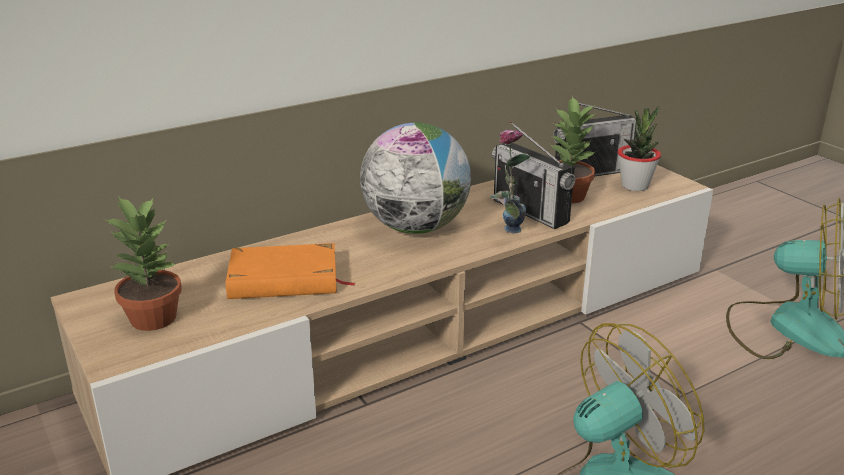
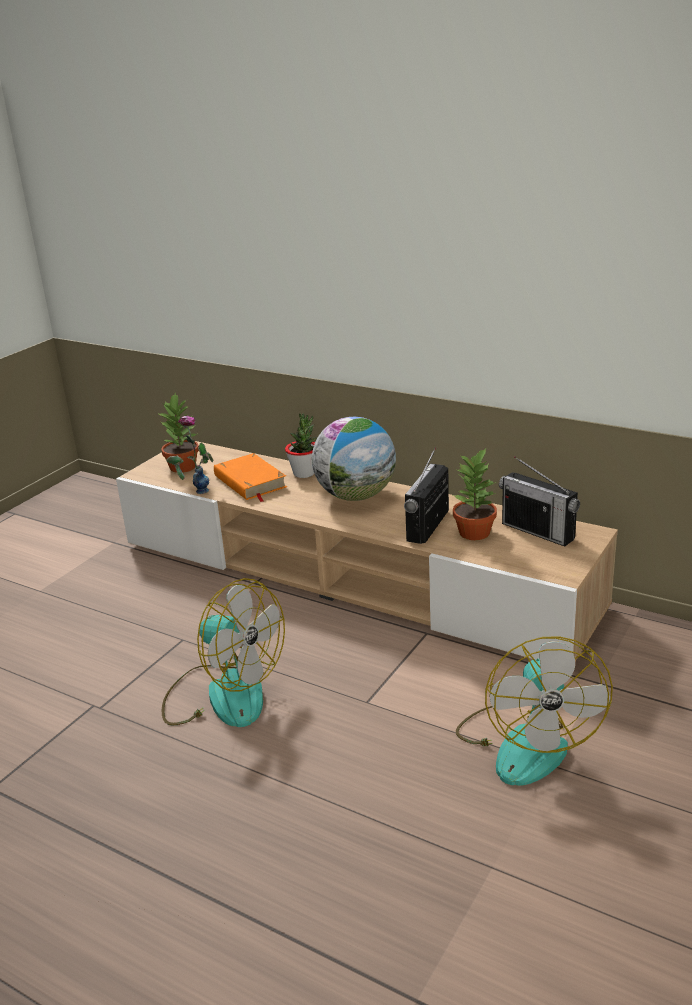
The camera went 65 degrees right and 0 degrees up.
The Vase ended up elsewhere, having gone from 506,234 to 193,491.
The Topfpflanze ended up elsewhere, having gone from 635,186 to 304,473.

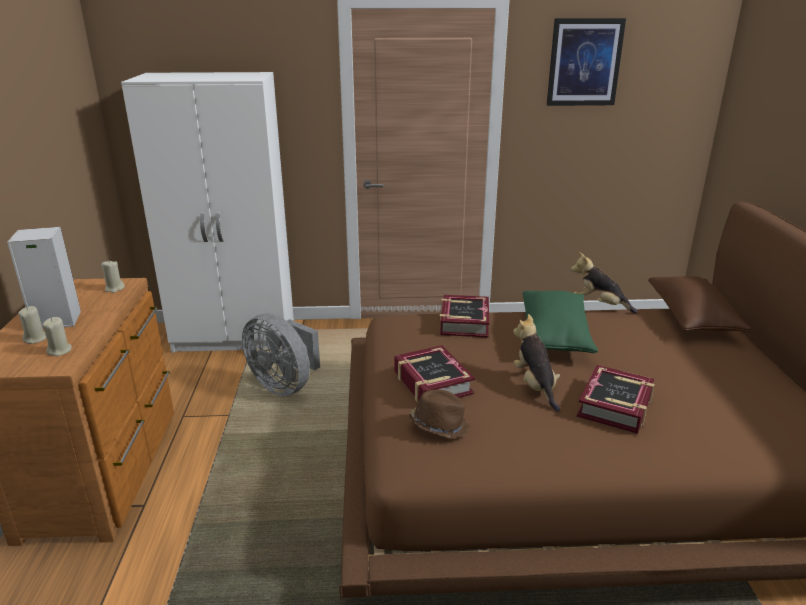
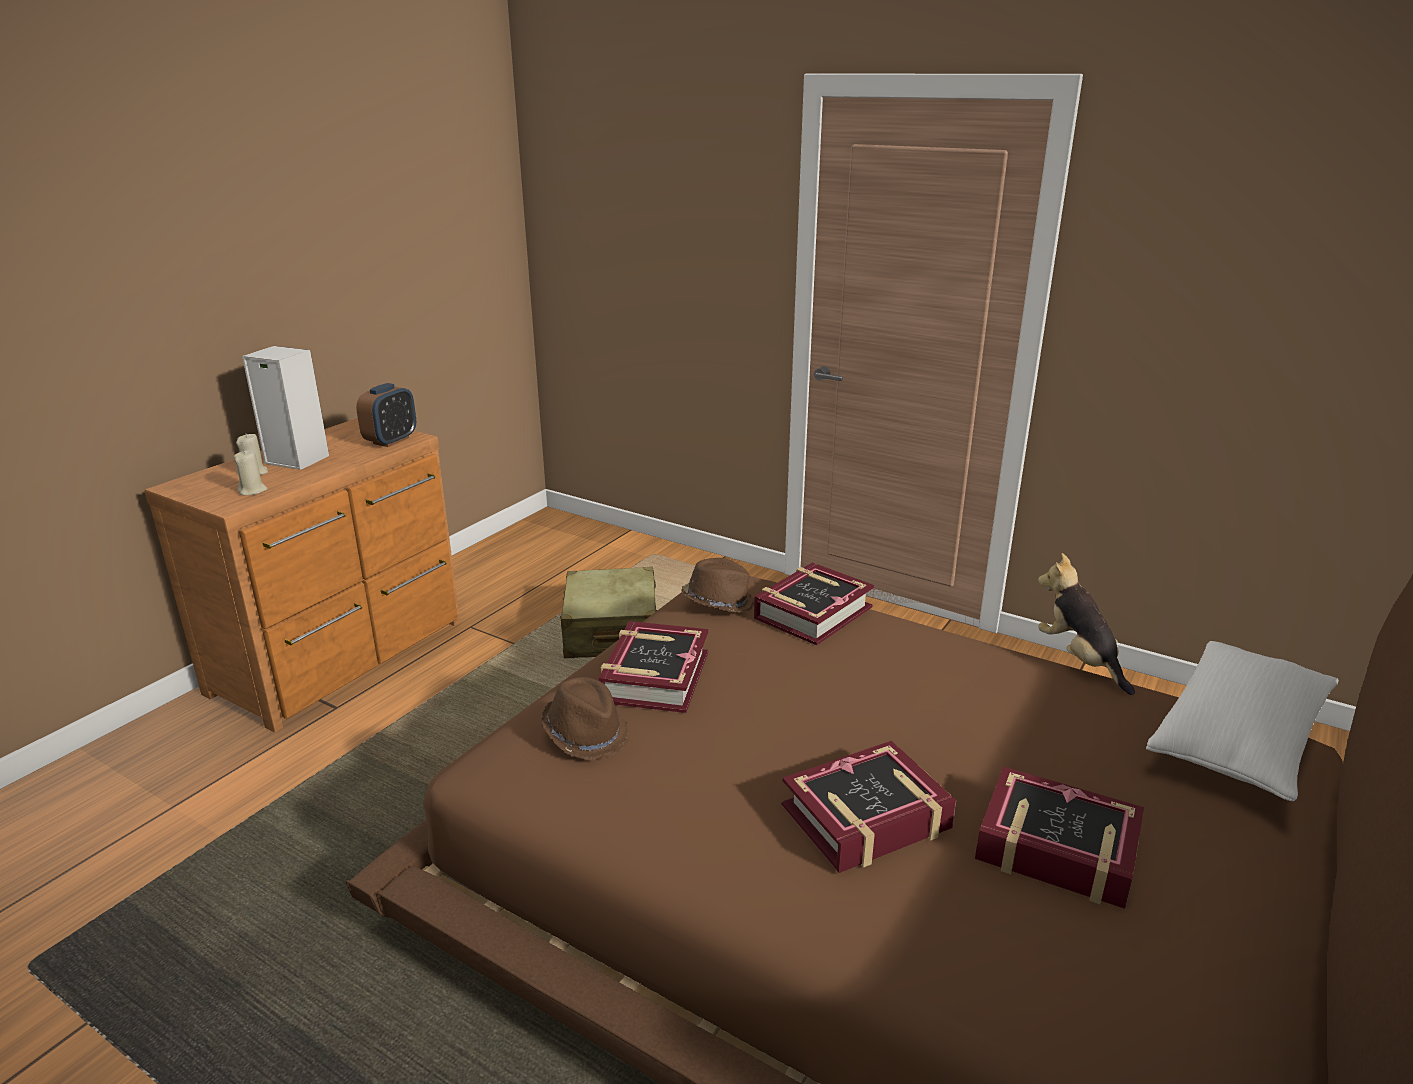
The camera went 35 degrees right and 0 degrees up.
Where the Kerze [beige] stood at 114,289, the Wecker came to stand at 391,441.
The second view lost the Kleiderschrank [weiß] at 236,337.
Where the Ventilator [grau] stood at 284,385, the Koffer [beige] came to stand at 611,631.
The second view lost the Plüschtier at 535,386.
The second view lost the Kissen [grün] at 555,335.
The second view lost the Bild at 584,62.
What was the Kissen [braun] at 692,318 turned into the Kissen [weiß] at 1238,741.
The second view gained the Hut [braun] at 718,602.
The second view gained the Buch at 1056,849.

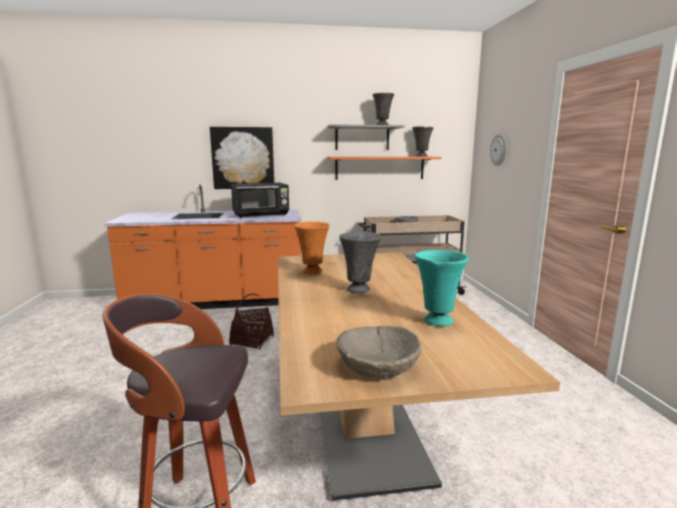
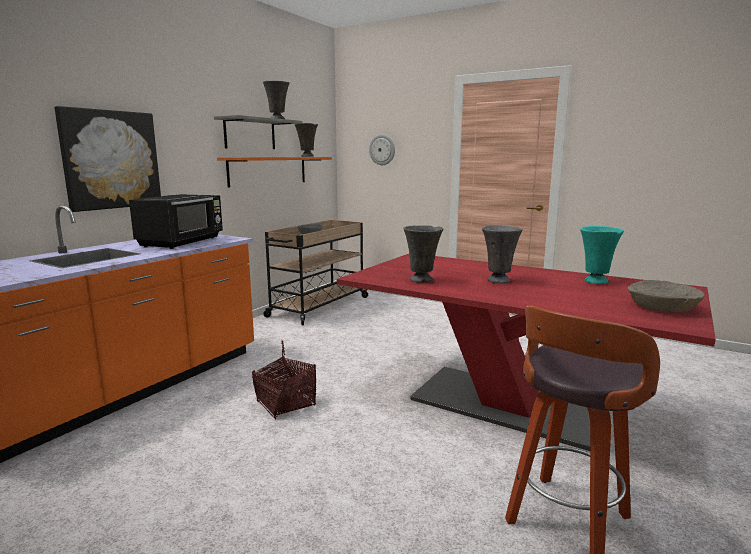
The camera went 50 degrees left and 0 degrees up.
What was the Esstisch [beige] at 364,422 turned into the Esstisch [rot] at 507,405.
What was the Vase [orange] at 312,272 turned into the Vase [grau] at 422,280.

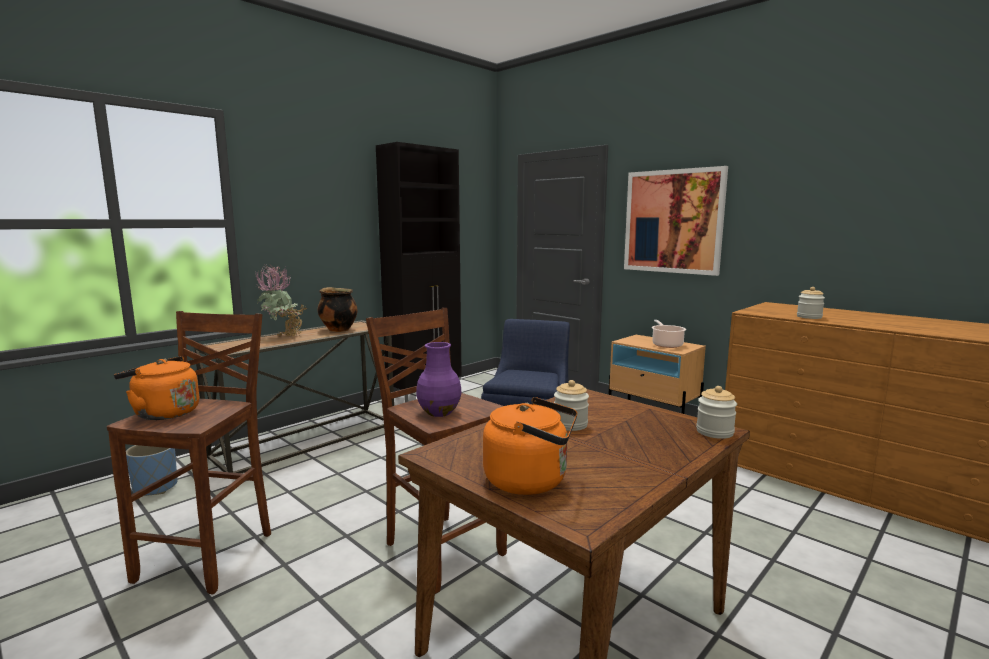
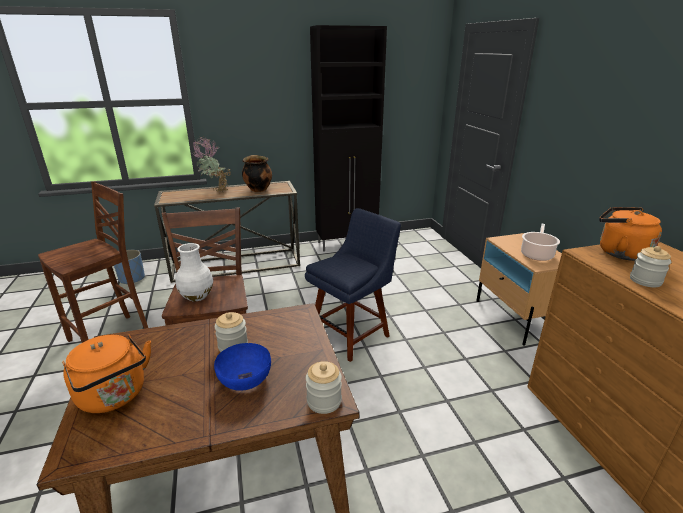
The camera went 30 degrees right and 15 degrees up.
The Wasserkessel [orange] ended up elsewhere, having gone from 163,413 to 619,252.
What was the Vase [lila] at 439,412 turned into the Vase [weiß] at 197,296.
The second view lost the Bild at 673,221.
The second view gained the Schüssel [blau] at 244,379.

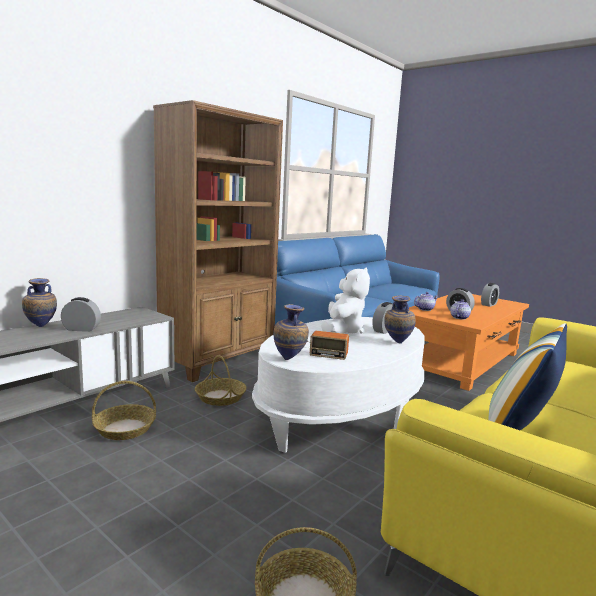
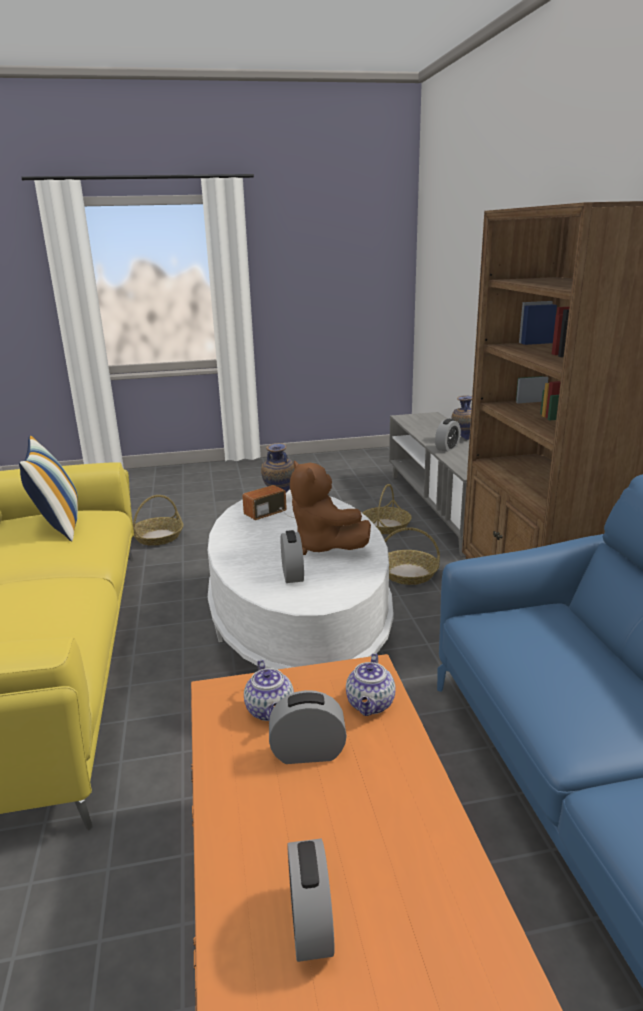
The camera went 130 degrees right and 10 degrees up.
What was the Plüschtier [weiß] at 342,331 turned into the Plüschtier [braun] at 324,546.
The second view lost the Vase at 397,343.

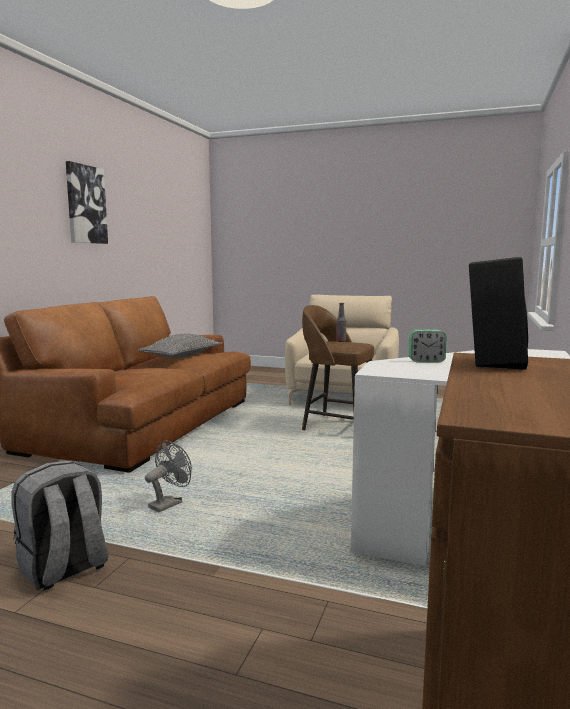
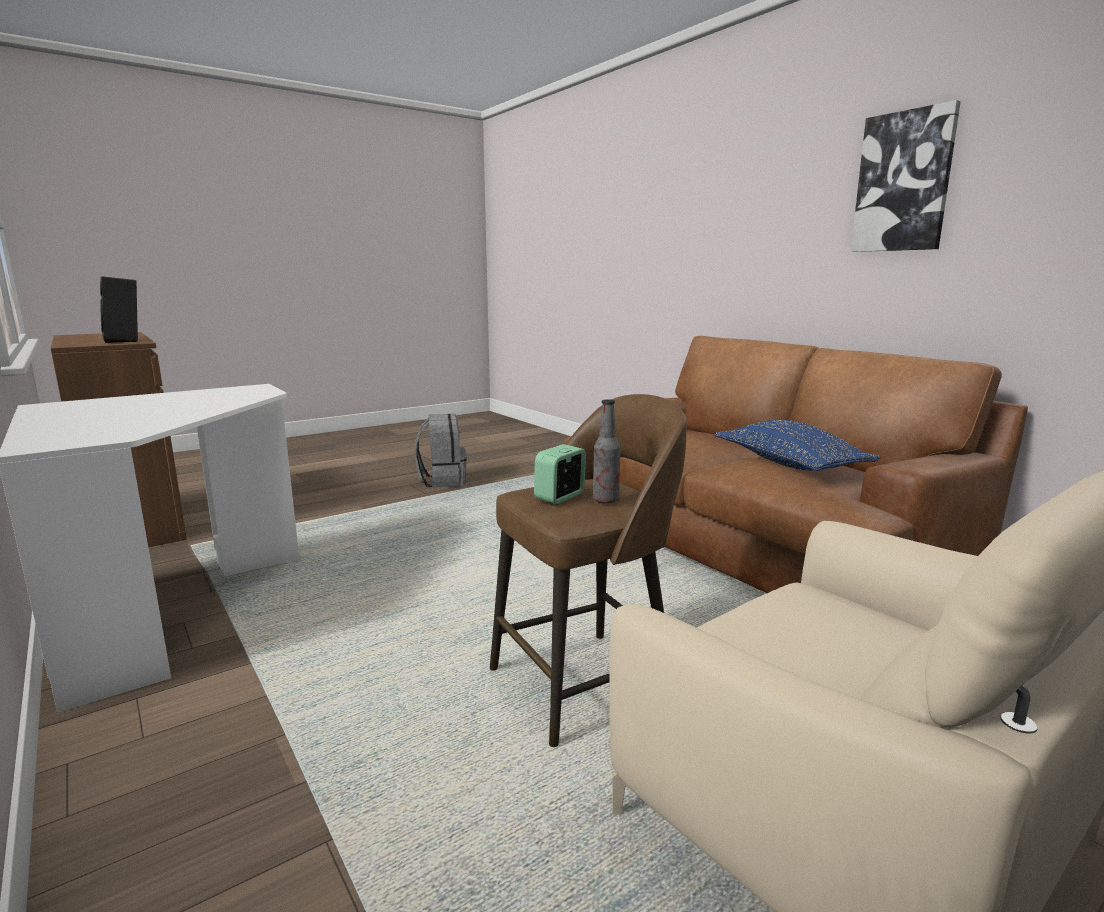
The camera went 125 degrees right and 5 degrees up.
What was the Kissen [grau] at 182,356 turned into the Kissen [blau] at 790,464.
The second view lost the Ventilator [grau] at 169,503.
The Wecker ended up elsewhere, having gone from 426,361 to 560,497.

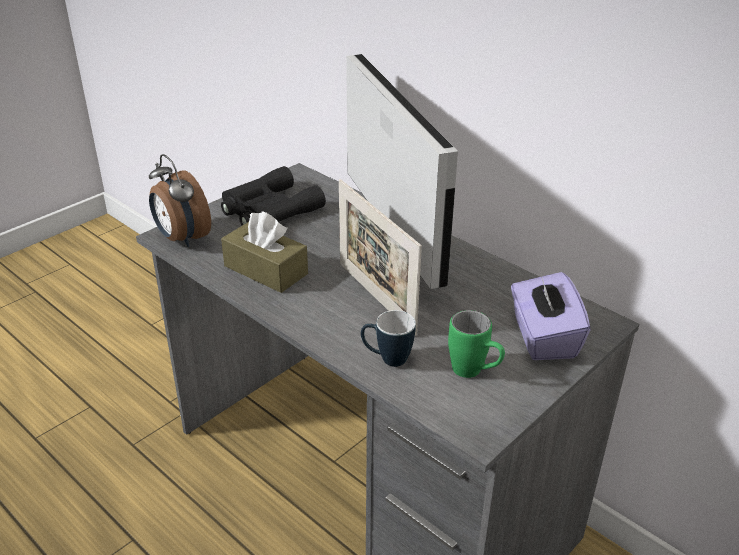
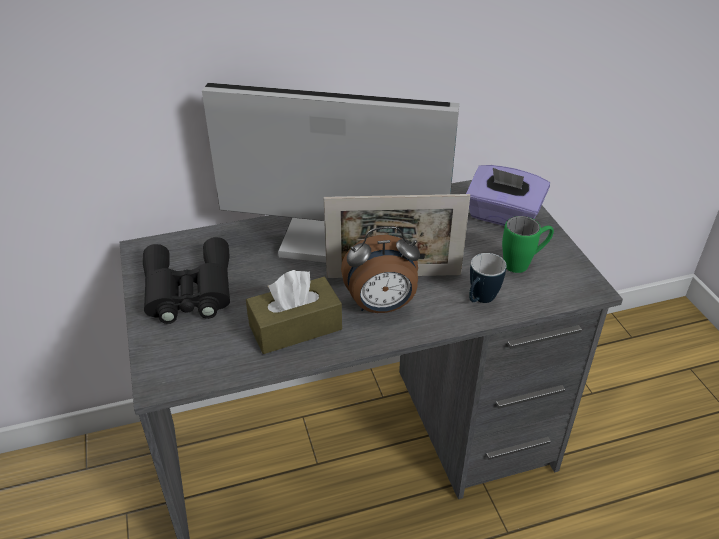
The camera went 60 degrees left and 5 degrees up.
The Wecker ended up elsewhere, having gone from 181,238 to 381,306.

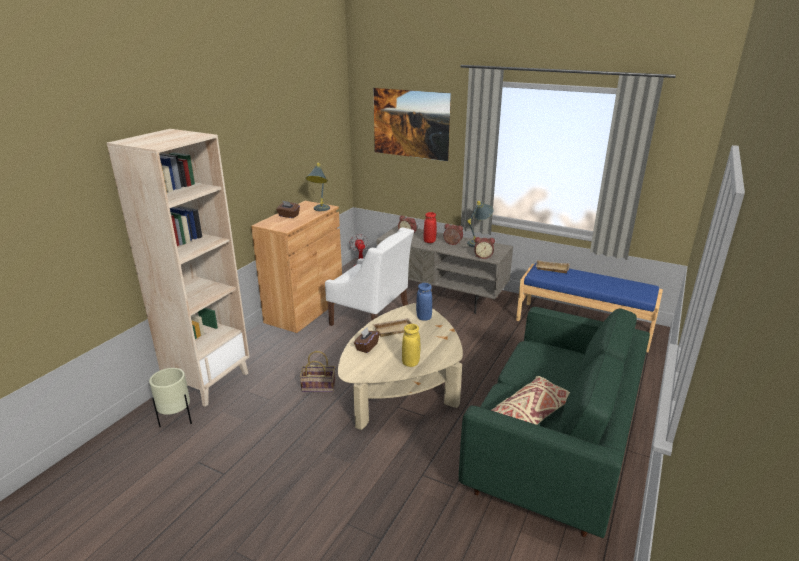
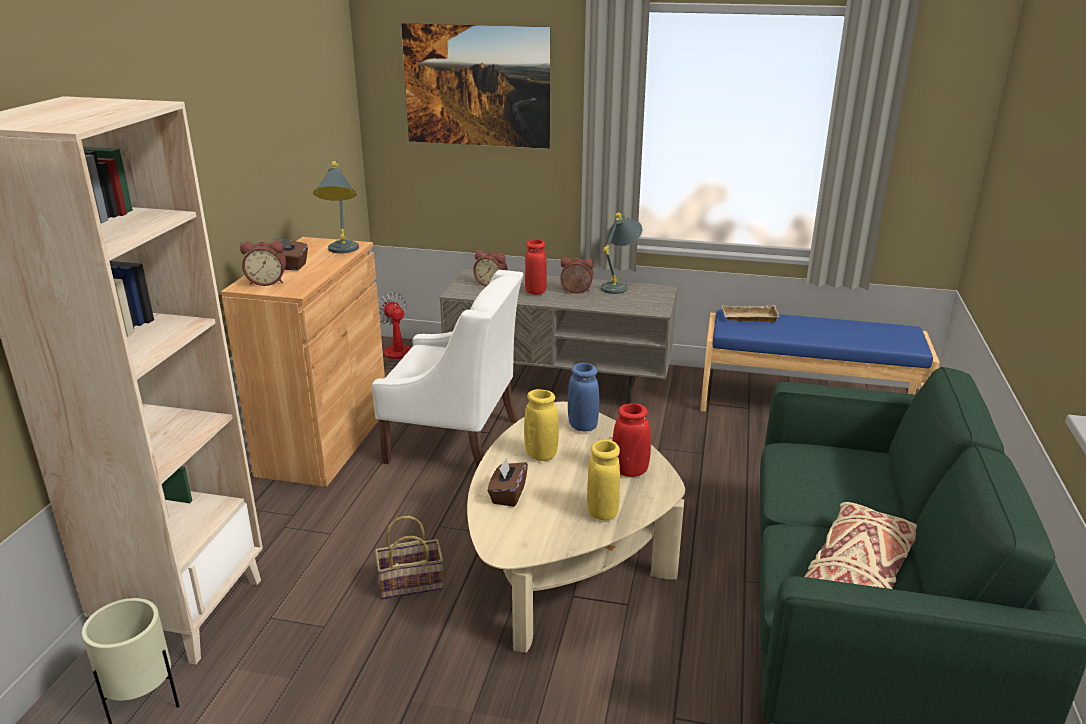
The camera went 15 degrees left and 0 degrees up.
Where the Tablett [beige] stood at 394,329, the Vase [gelb] came to stand at 541,455.
The Wecker ended up elsewhere, having gone from 483,256 to 267,281.
The second view gained the Vase [rot] at 629,471.

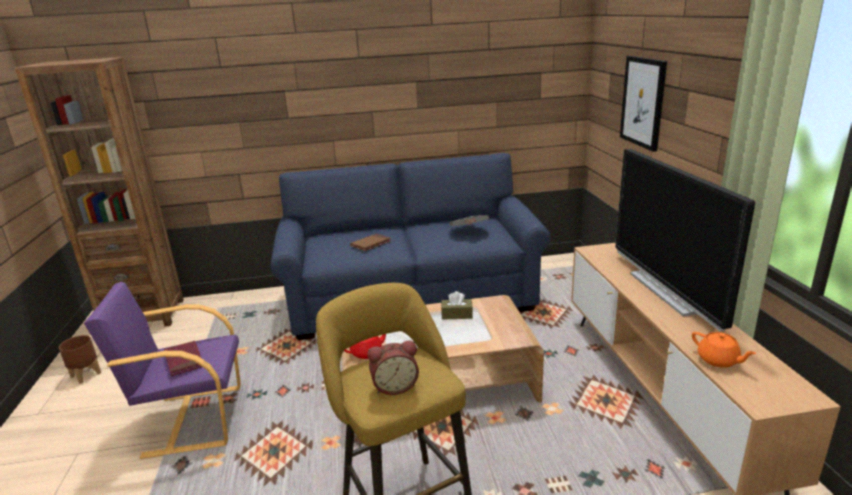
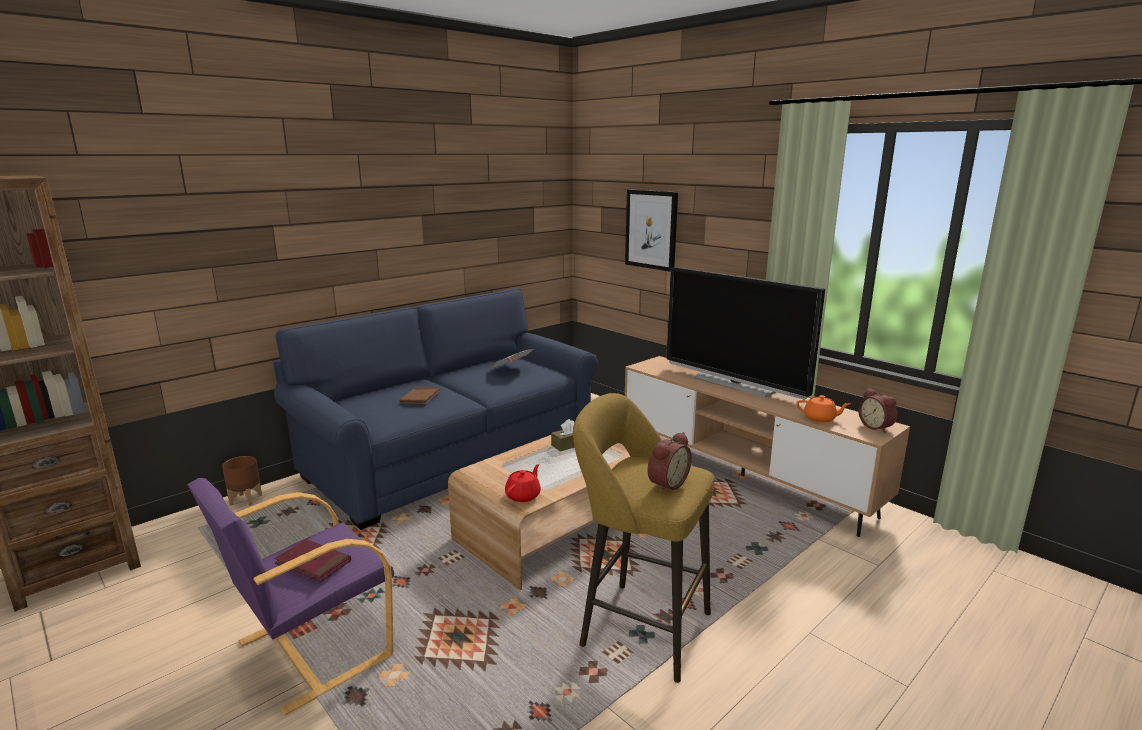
The camera went 35 degrees left and 5 degrees down.
The Pflanzkübel [braun] ended up elsewhere, having gone from 86,374 to 246,499.
The second view gained the Wecker at 876,427.

